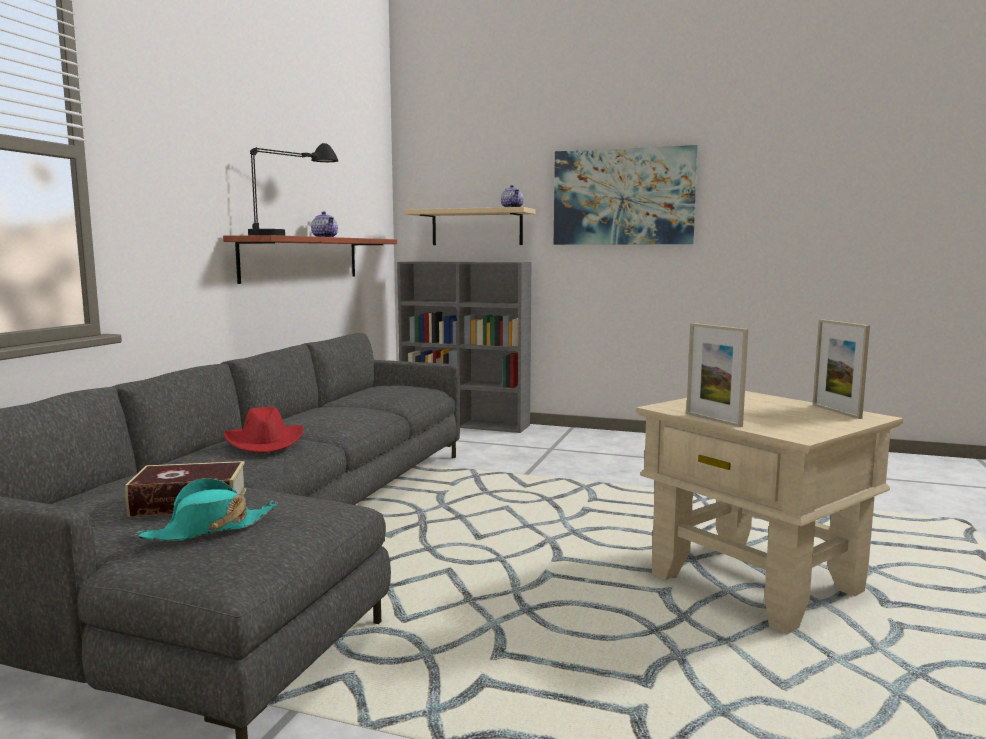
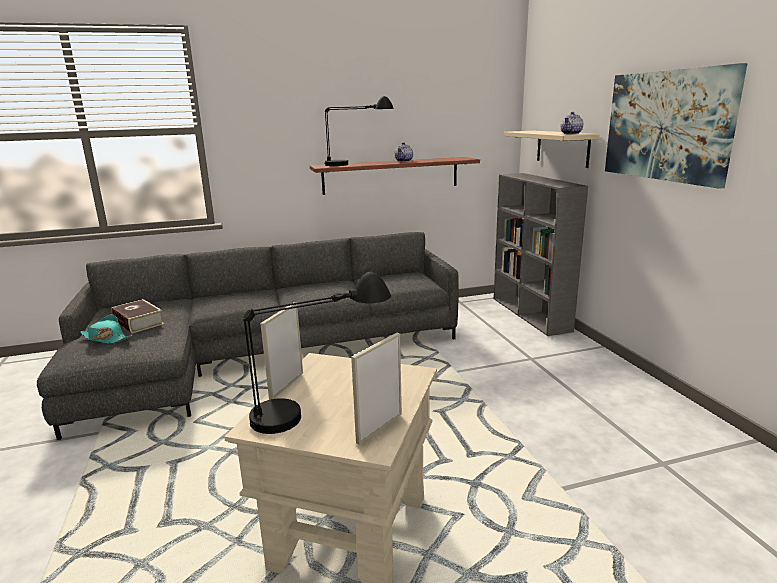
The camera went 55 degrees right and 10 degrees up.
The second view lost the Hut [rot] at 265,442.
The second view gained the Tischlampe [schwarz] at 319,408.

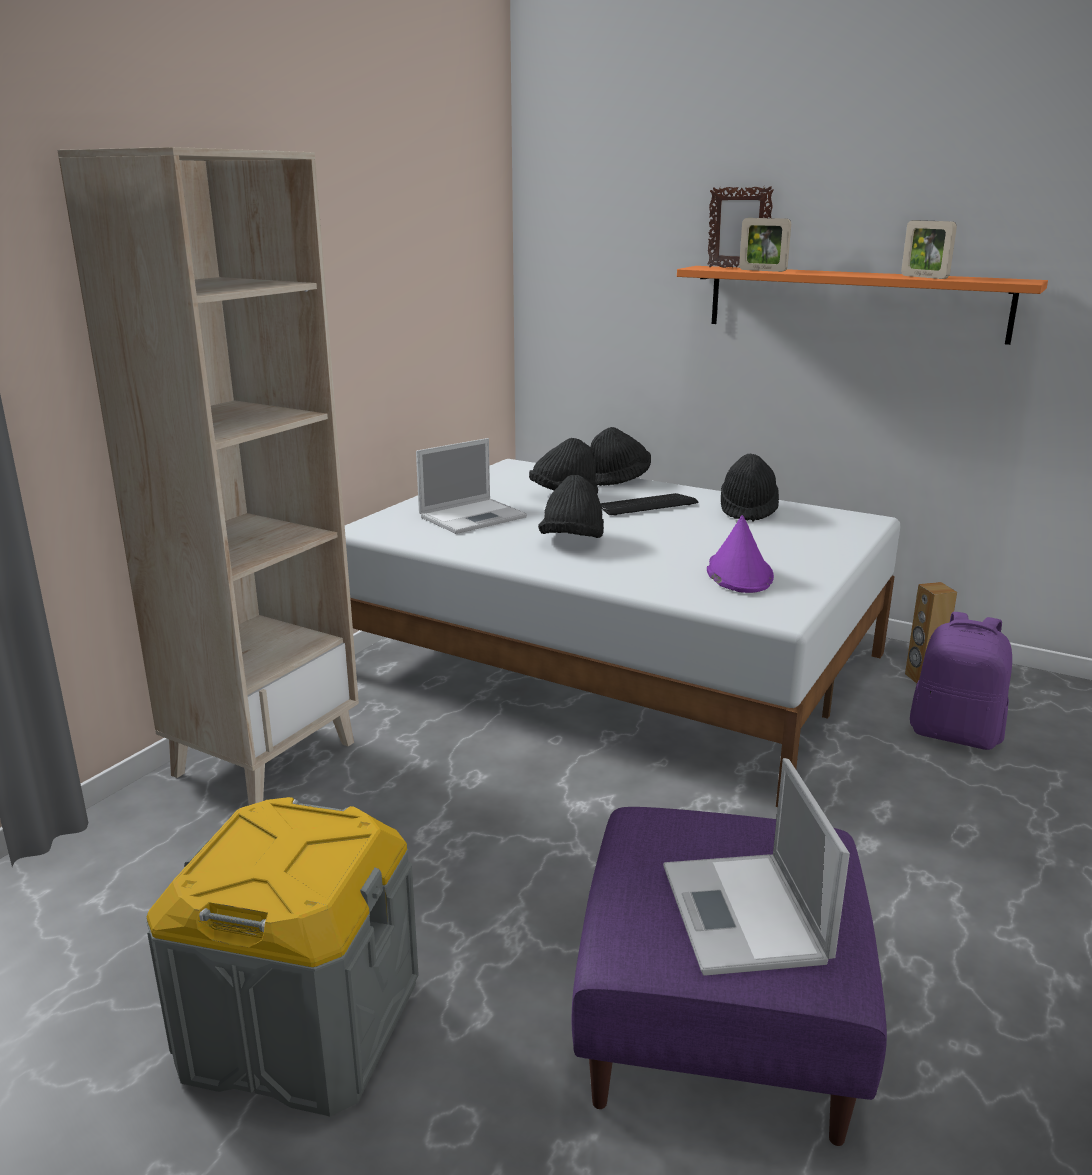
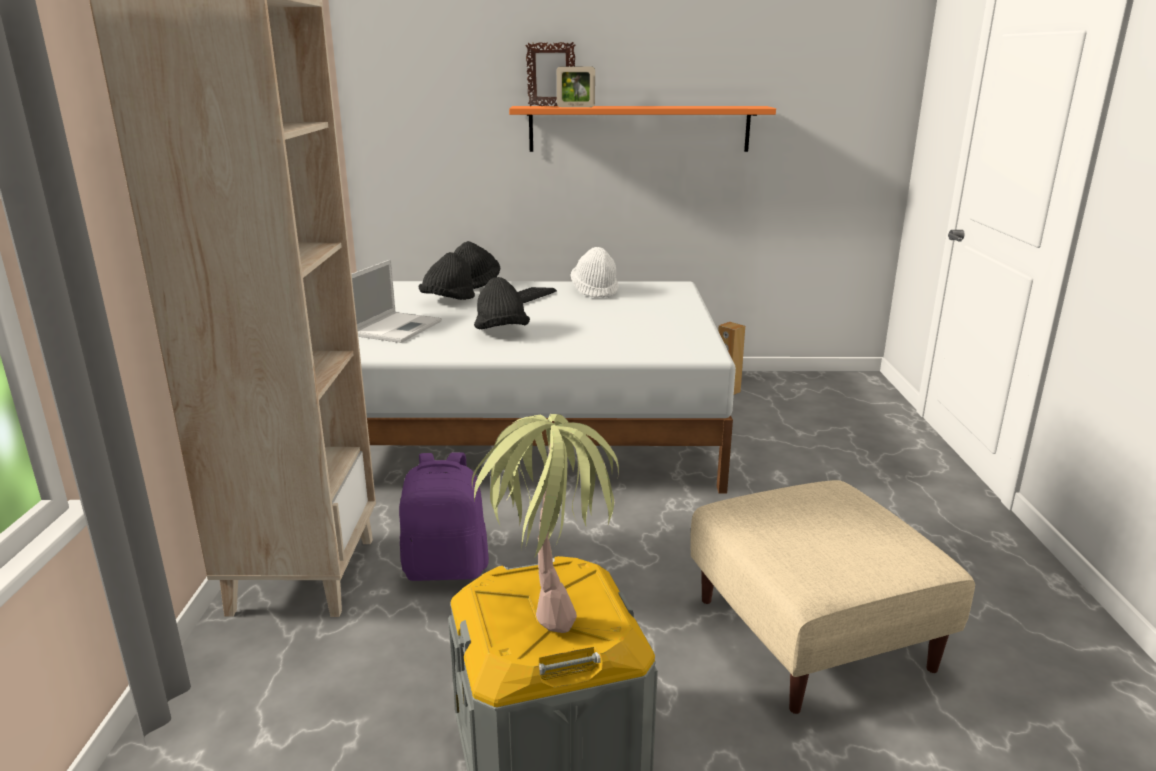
The camera went 30 degrees left and 0 degrees up.
What was the Polsterhocker [lila] at 720,1023 turned into the Polsterhocker [beige] at 814,633.
The second view lost the Laptop at 745,915.
The second view lost the Hut [lila] at 738,574.
What was the Hut [schwarz] at 748,510 turned into the Hut [weiß] at 595,291.
The second view lost the Bilderrahmen at 924,277.
The Rucksack [lila] ended up elsewhere, having gone from 955,734 to 446,568.
The second view gained the Topfpflanze at 550,596.

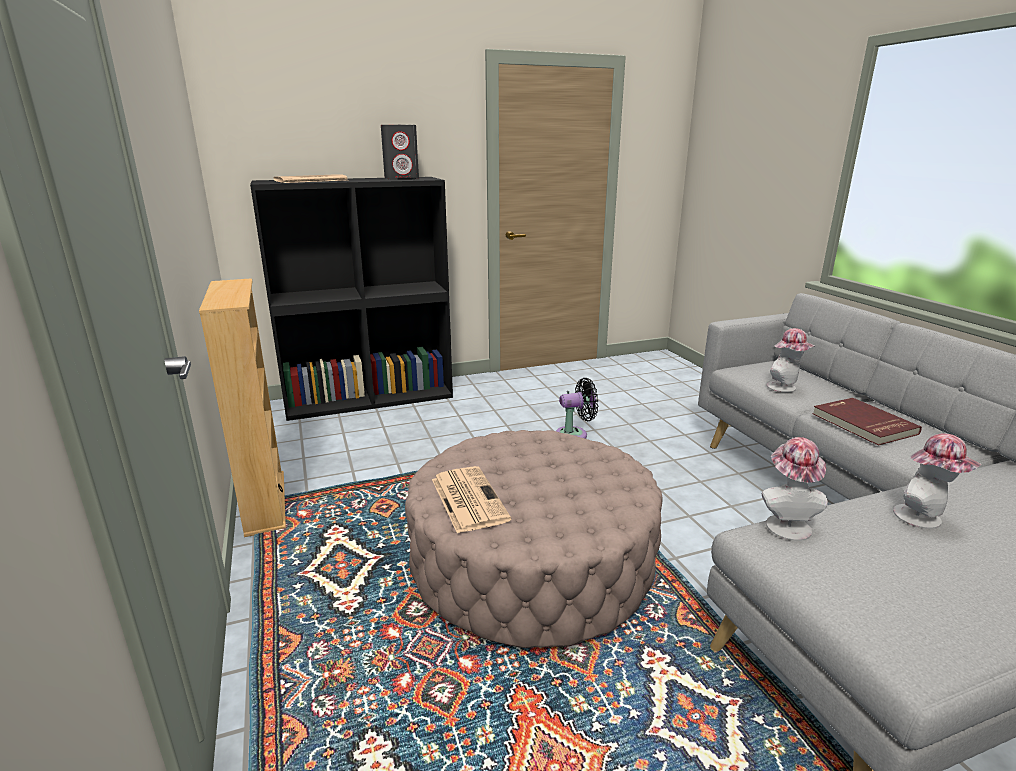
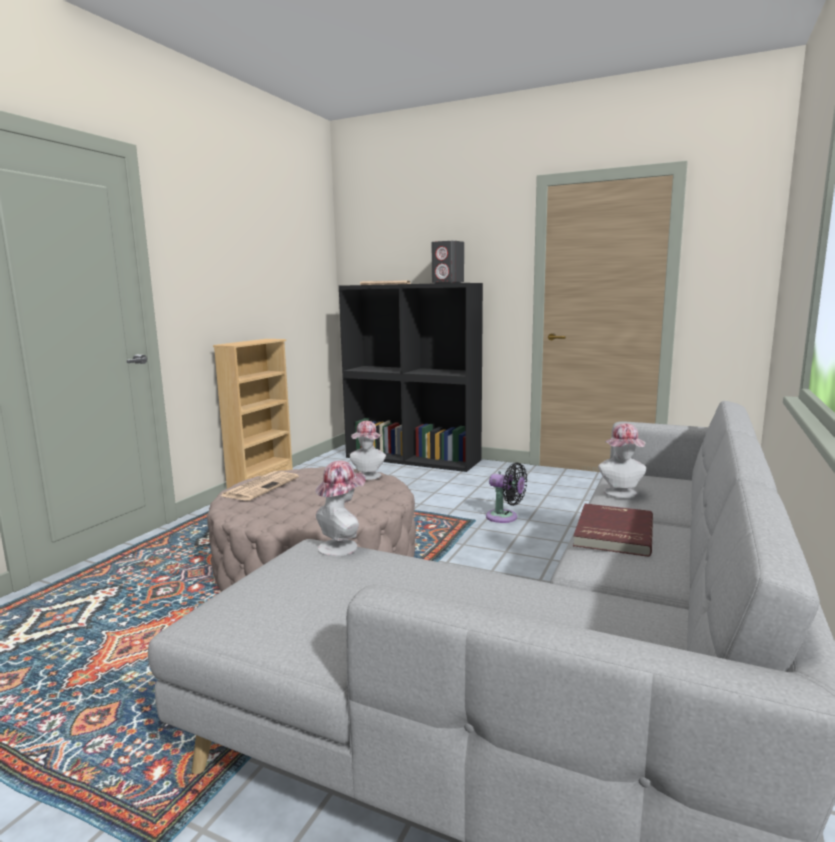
The camera went 45 degrees right and 10 degrees down.
The Hut ended up elsewhere, having gone from 923,519 to 368,477.

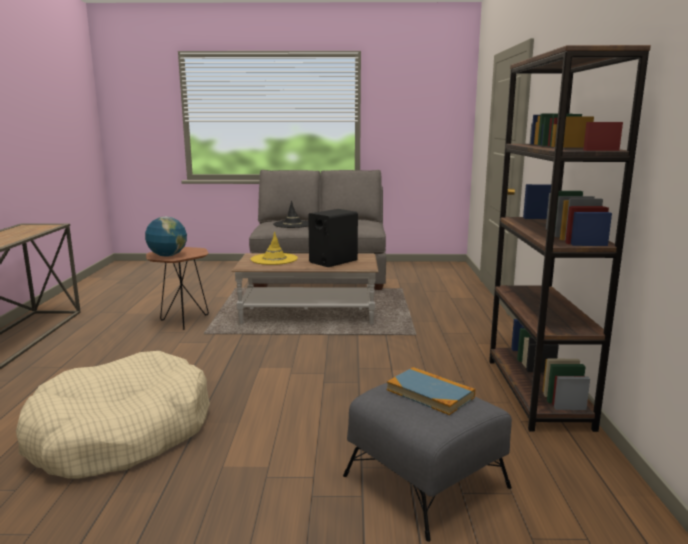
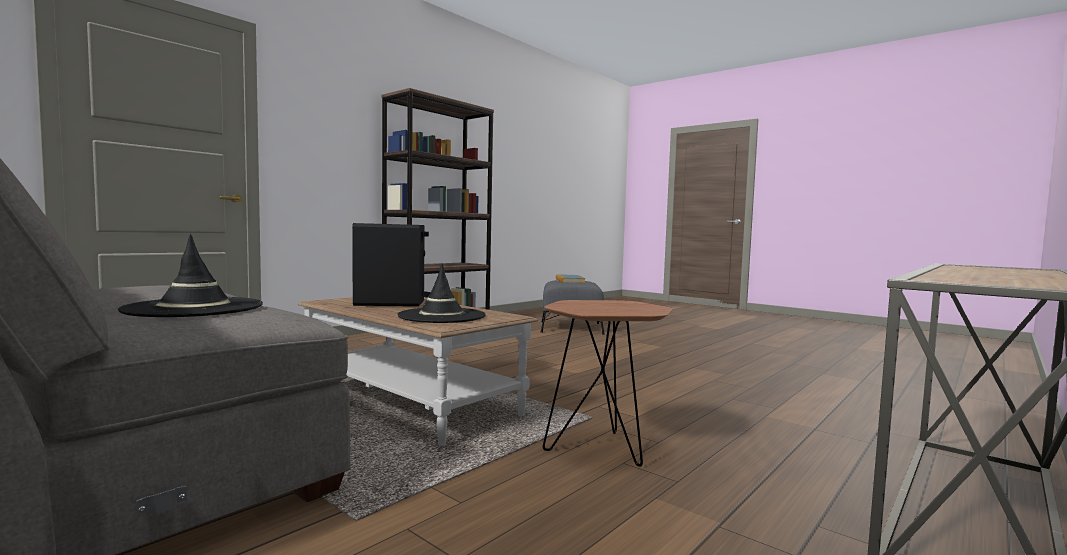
The camera went 140 degrees left and 10 degrees down.
The second view lost the Hundebett [beige] at 121,433.
The second view lost the Globus at 167,256.
What was the Hut [gelb] at 274,259 turned into the Hut [schwarz] at 441,316.

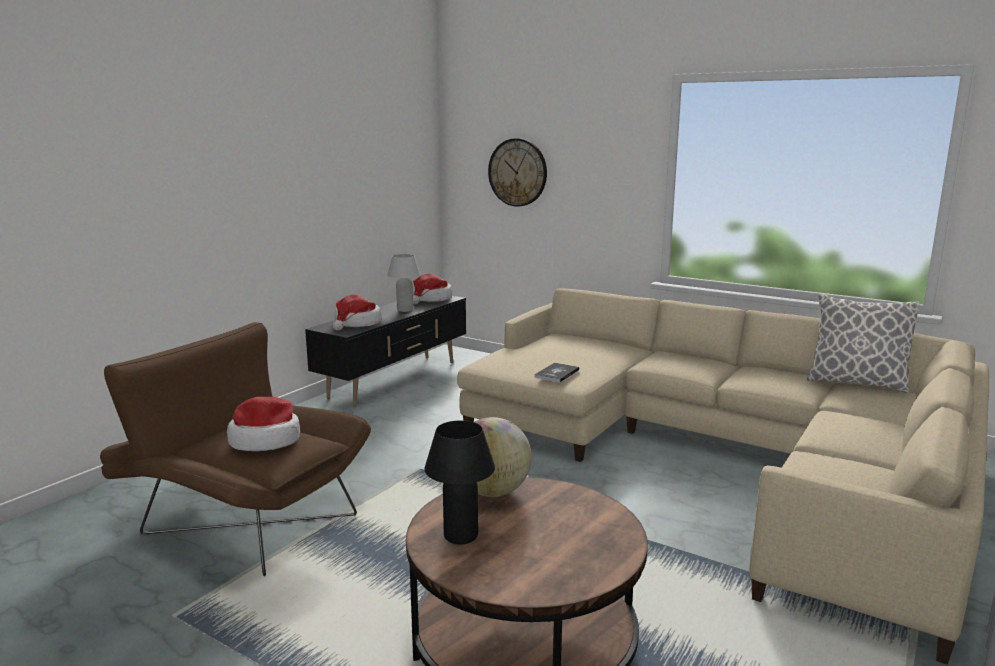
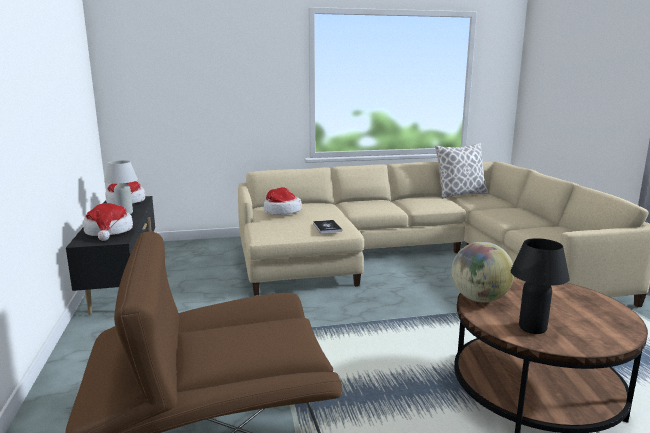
The camera went 45 degrees left and 0 degrees up.
The Hut ended up elsewhere, having gone from 265,440 to 281,211.
The second view lost the Wanduhr at 517,172.

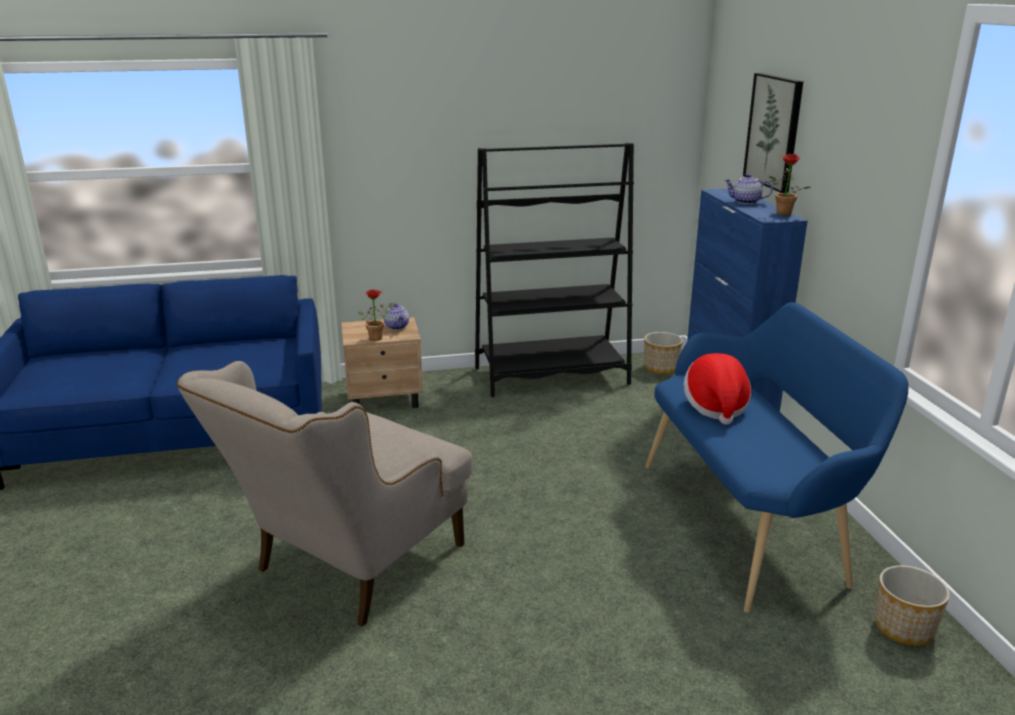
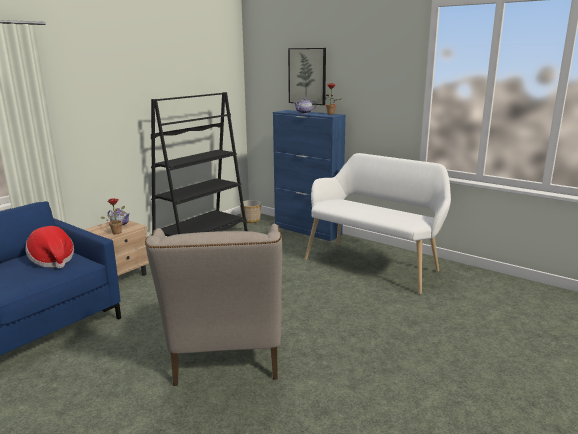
The camera went 40 degrees left and 5 degrees down.
What was the Bank [blau] at 750,523 turned into the Bank [weiß] at 375,264.
The Hut ended up elsewhere, having gone from 715,406 to 52,260.
The second view lost the Pflanzkübel at 904,627.

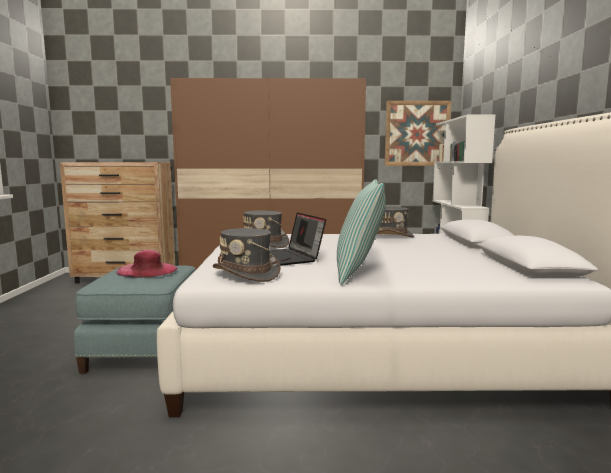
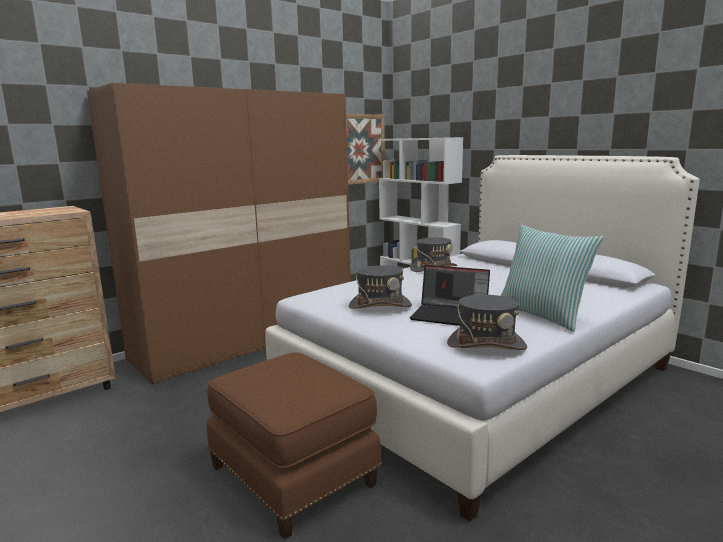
The camera went 40 degrees left and 5 degrees up.
What was the Polsterhocker [blau] at 146,349 turned into the Polsterhocker [braun] at 294,474.
The second view lost the Hut [rosa] at 147,270.

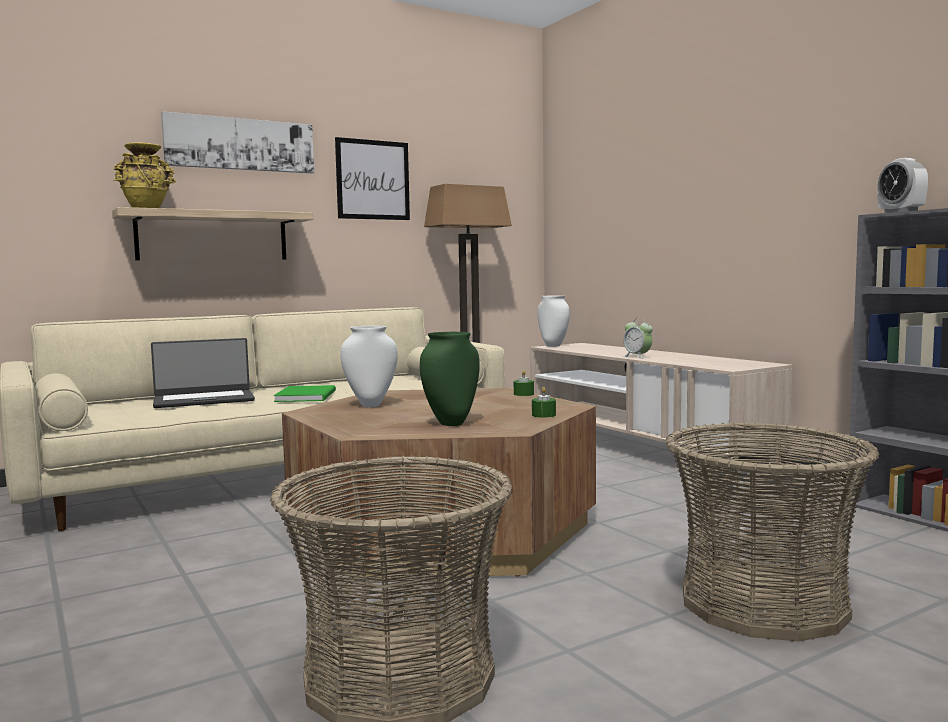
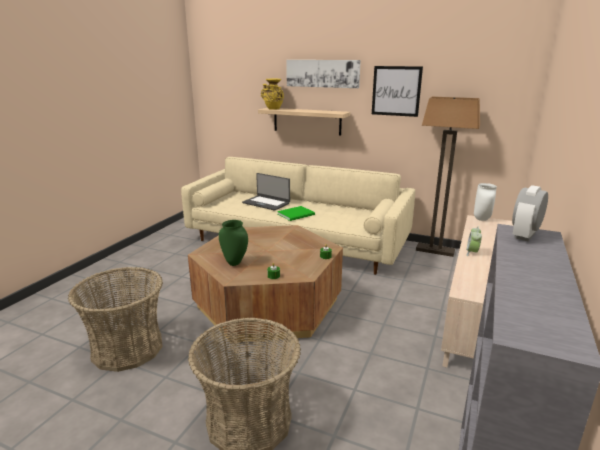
The camera went 55 degrees right and 15 degrees up.
The second view lost the Vase [weiß] at 370,405.

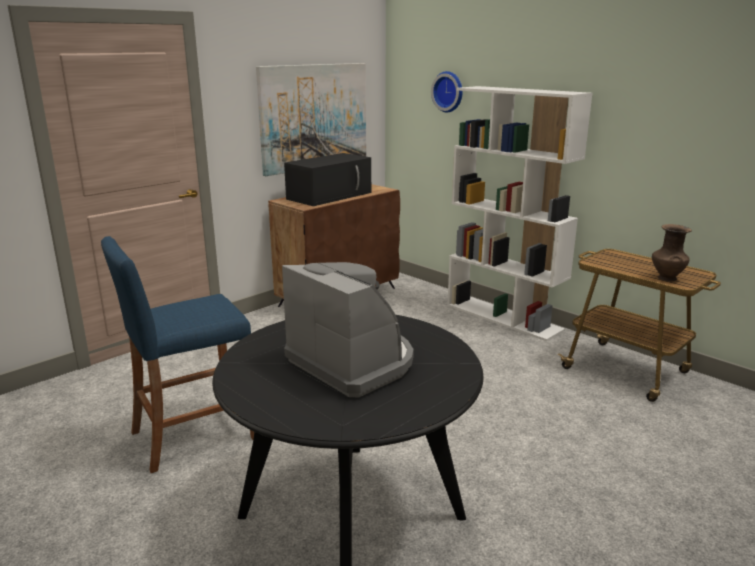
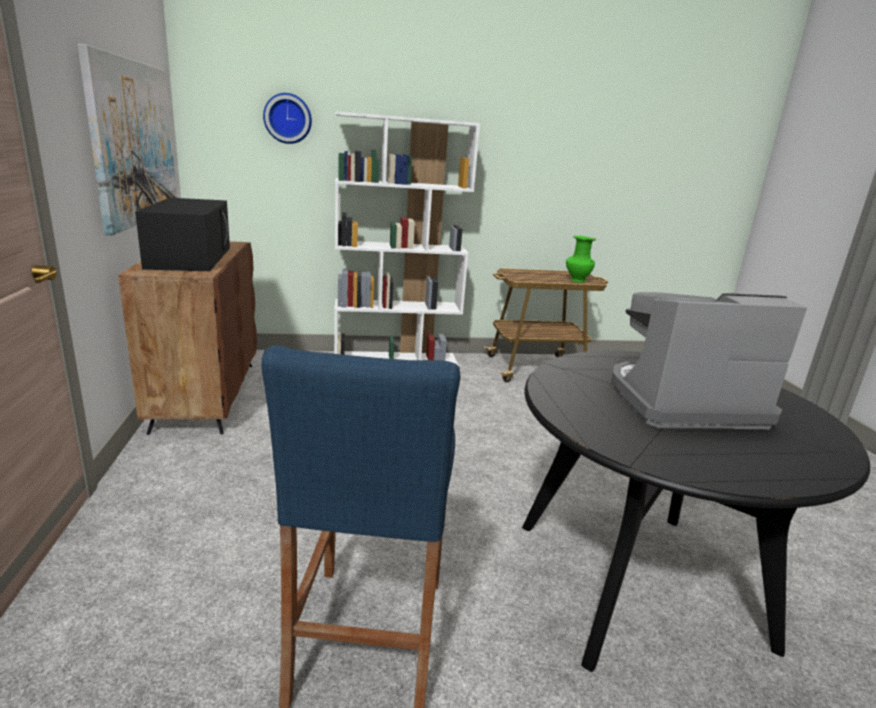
The camera went 55 degrees left and 0 degrees up.
What was the Vase [braun] at 666,278 turned into the Vase [grün] at 577,280.

